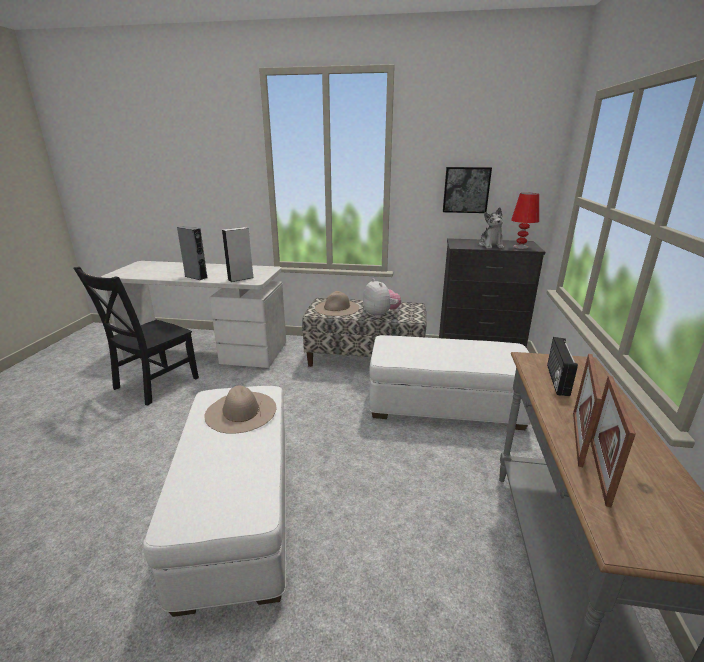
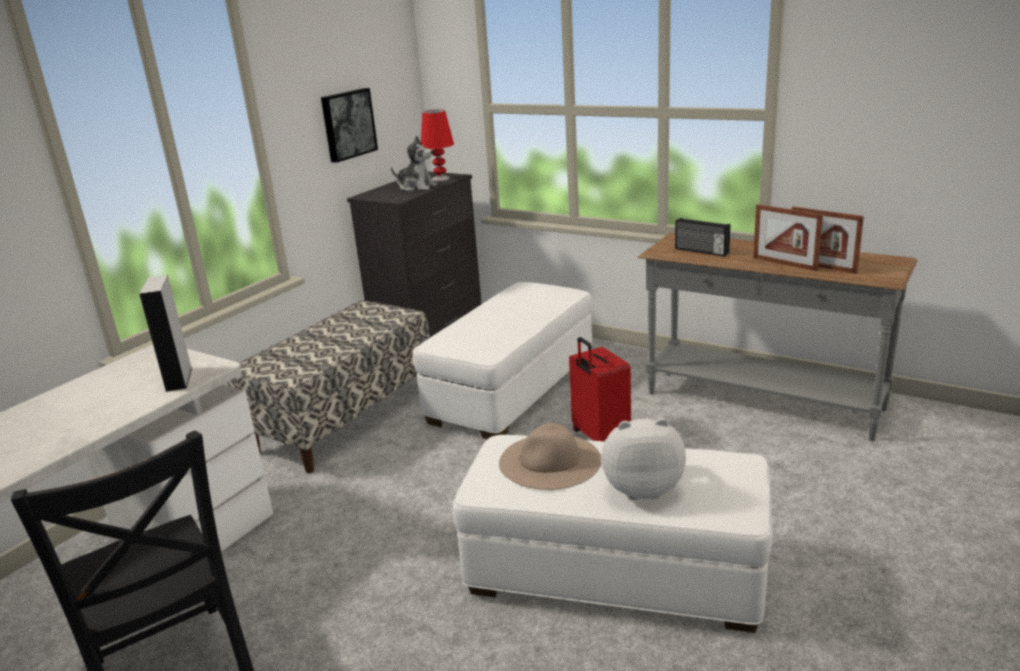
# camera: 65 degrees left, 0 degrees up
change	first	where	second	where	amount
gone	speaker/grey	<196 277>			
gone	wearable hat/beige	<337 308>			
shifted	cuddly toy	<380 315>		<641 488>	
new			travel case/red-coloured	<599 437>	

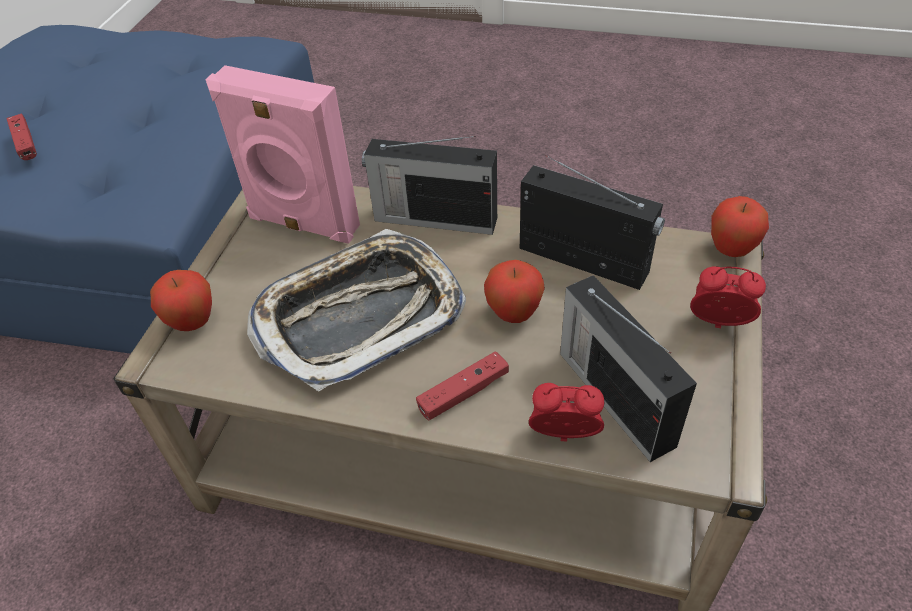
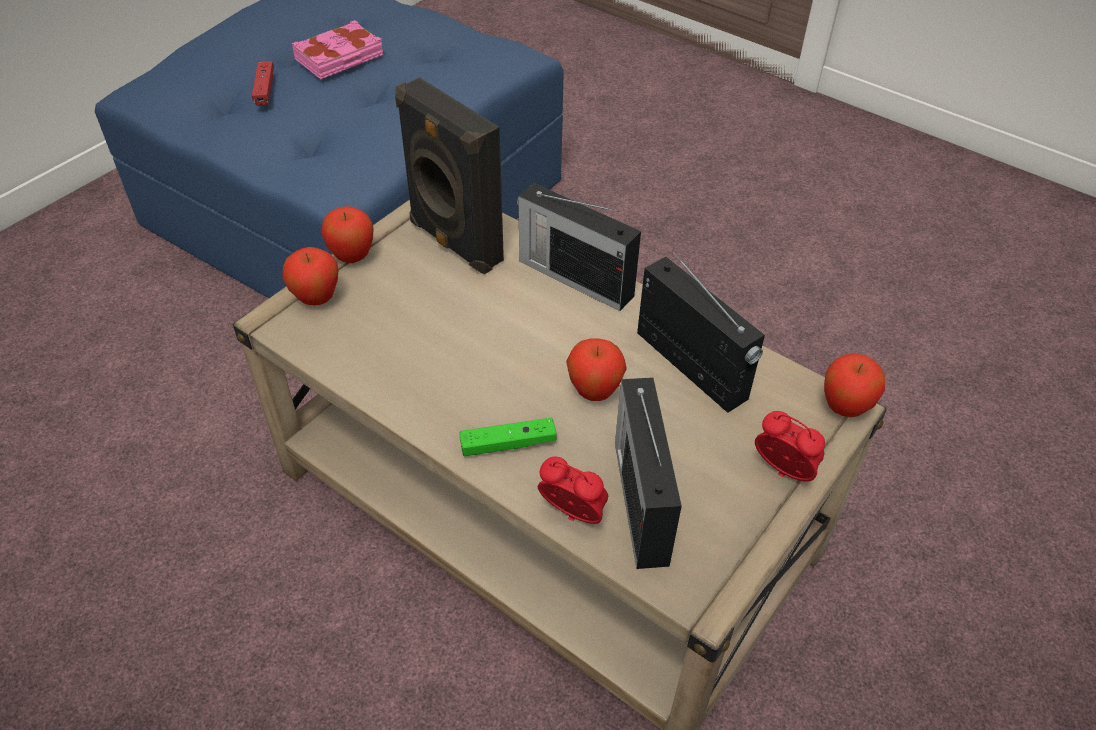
# camera: 20 degrees right, 0 degrees up
change	first	where	second	where	amount
repainted	speaker/pink-coloured	<302 225>	speaker/blackish	<453 243>	
gone	carrying tray	<359 316>			
repainted	gamepad/red-coloured	<463 393>	gamepad/green-coloured	<508 444>	
new			volume/pink-coloured	<340 58>	
new			whole apple	<352 257>	

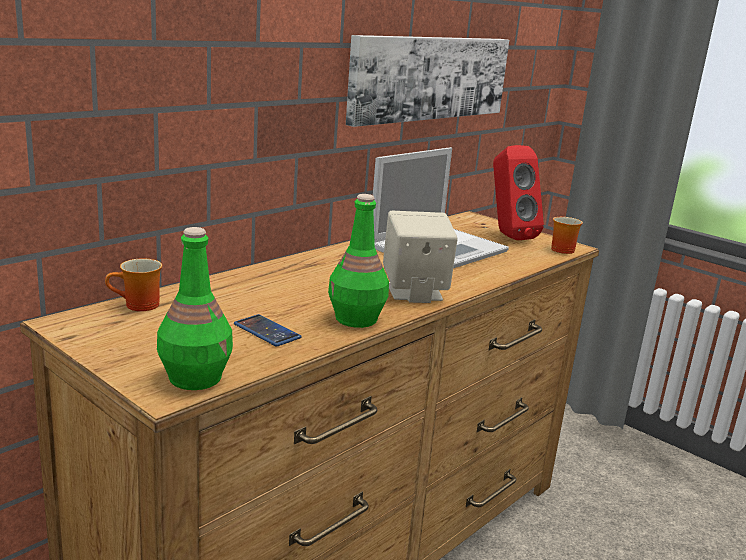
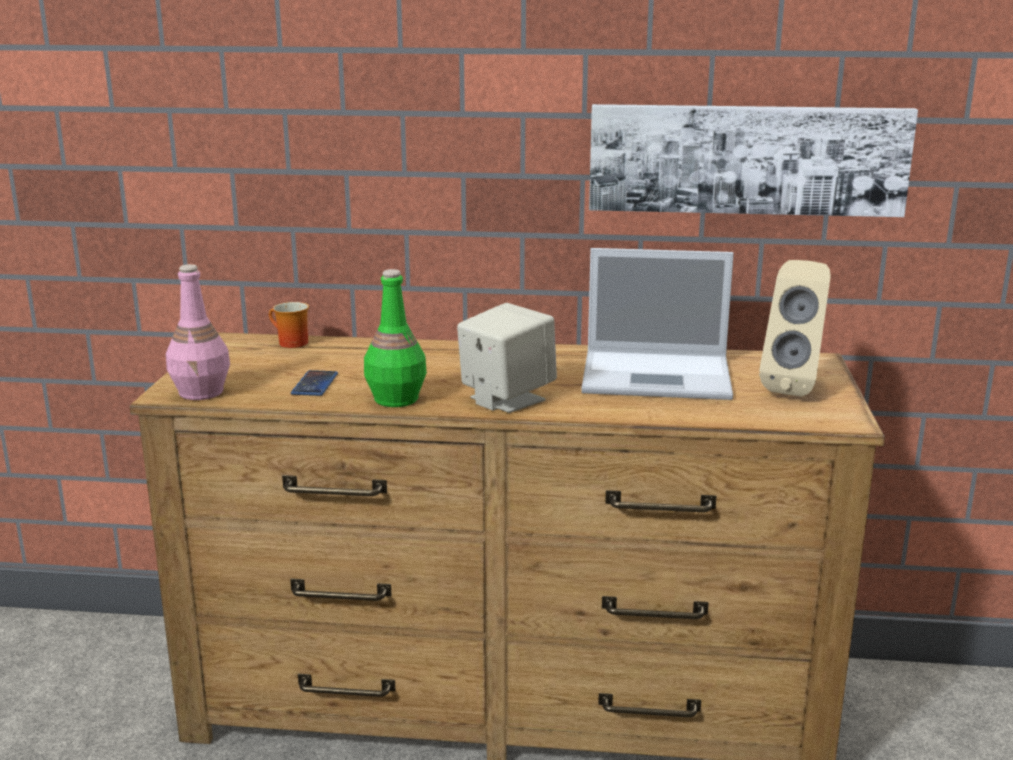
# camera: 55 degrees right, 0 degrees up
change	first	where	second	where	amount
repainted	drink bottle/green-coloured	<195 377>	drink bottle/pink-coloured	<202 392>	
repainted	speaker/red-coloured	<507 235>	speaker/beige	<794 387>	
gone	mug	<561 249>			

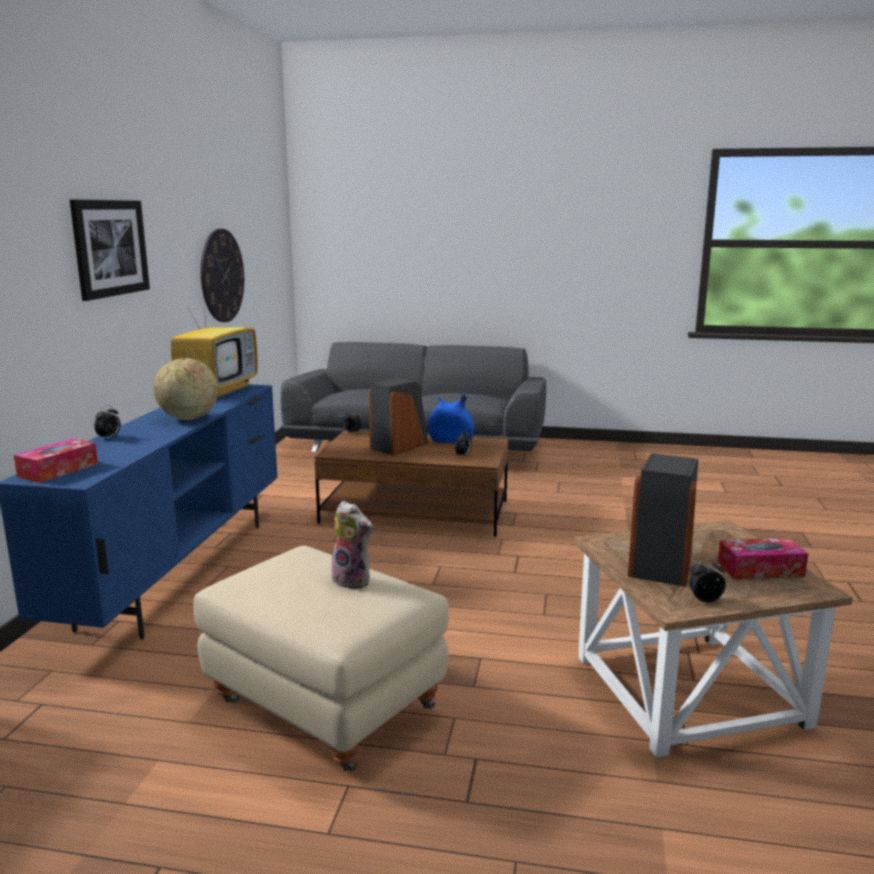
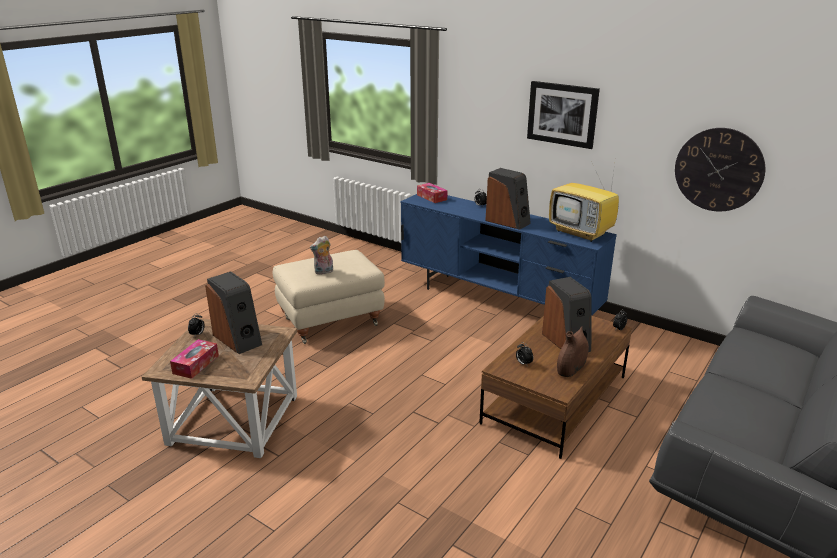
# camera: 115 degrees right, 10 degrees up
change	first	where	second	where	amount
swapped	world globe	<188 418>	speaker	<508 221>	
repainted	decorative vase/blue-coloured	<450 441>	decorative vase/brown	<571 369>	

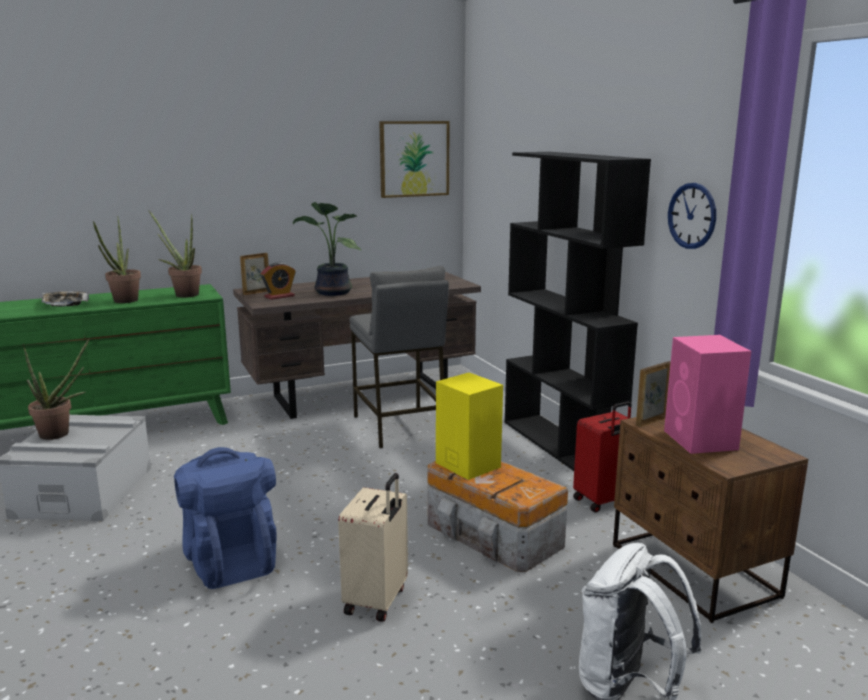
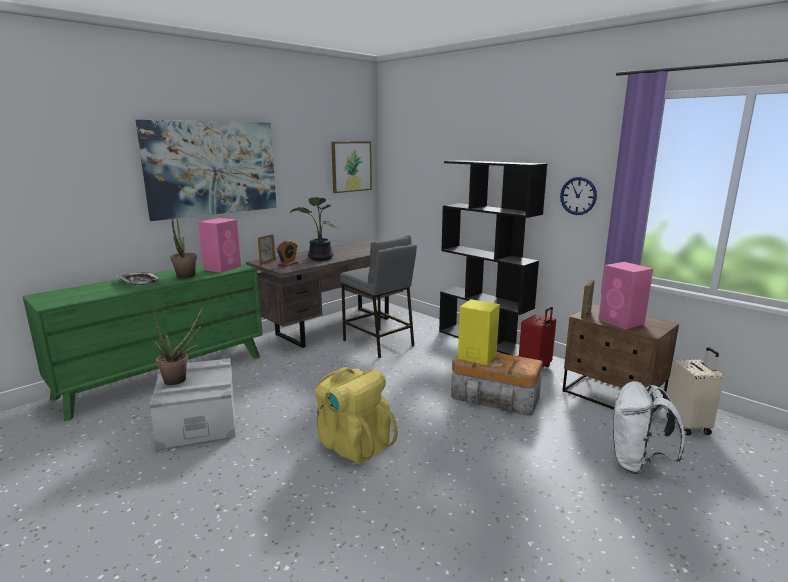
# camera: 20 degrees left, 0 degrees up
change	first	where	second	where	amount
swapped	plant in a pot	<183 294>	speaker/pink-coloured	<223 268>	
repainted	backpack/blue-coloured	<230 560>	backpack/yellow-coloured	<353 444>	
shifted	travel case/beige	<377 601>		<688 425>	
new			wall art	<213 168>	

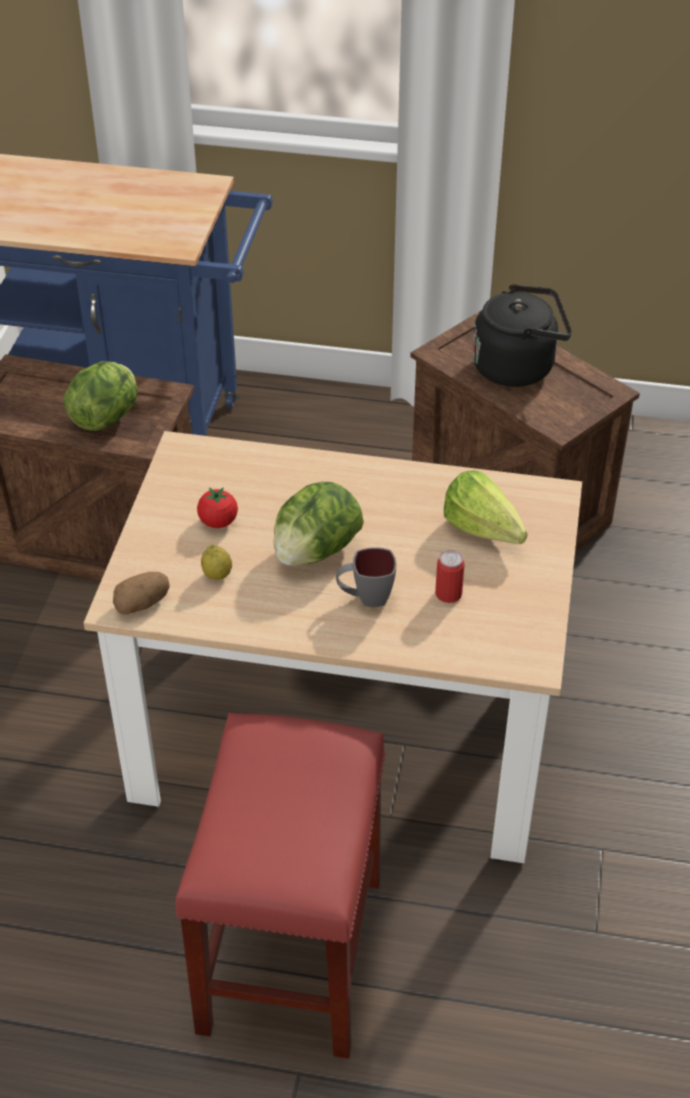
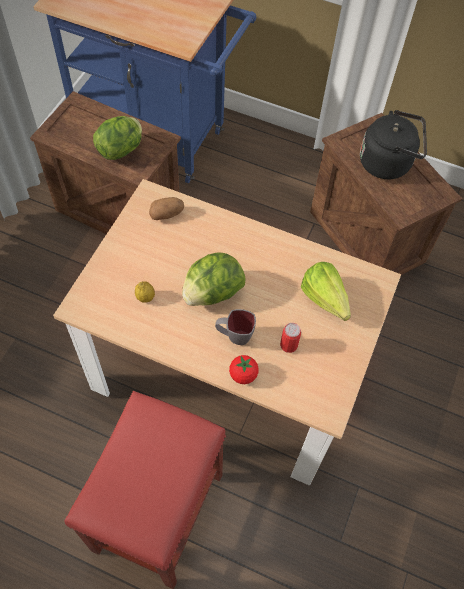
# camera: 10 degrees right, 15 degrees up
change	first	where	second	where	amount
shifted	potato	<142 603>		<167 214>	
shifted	whole tomato	<218 522>		<243 375>	

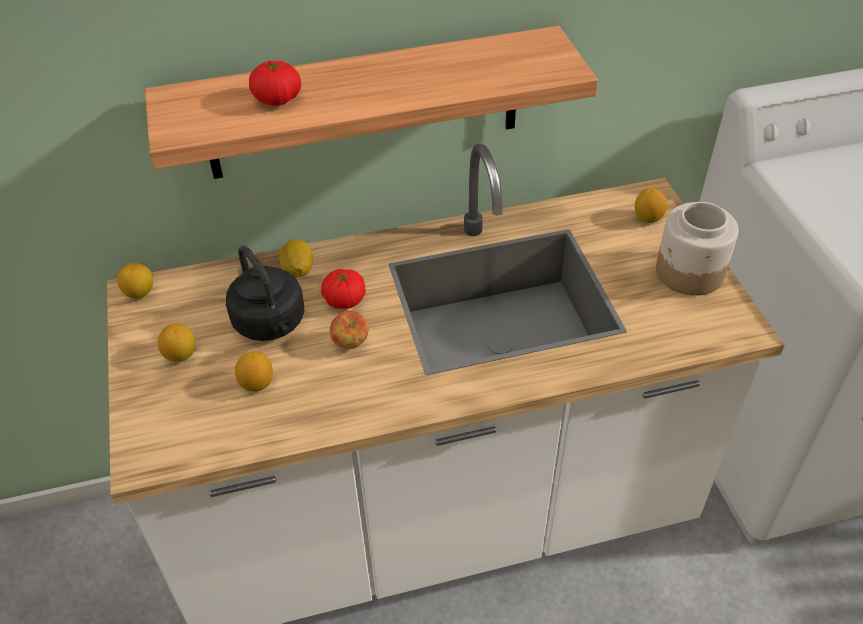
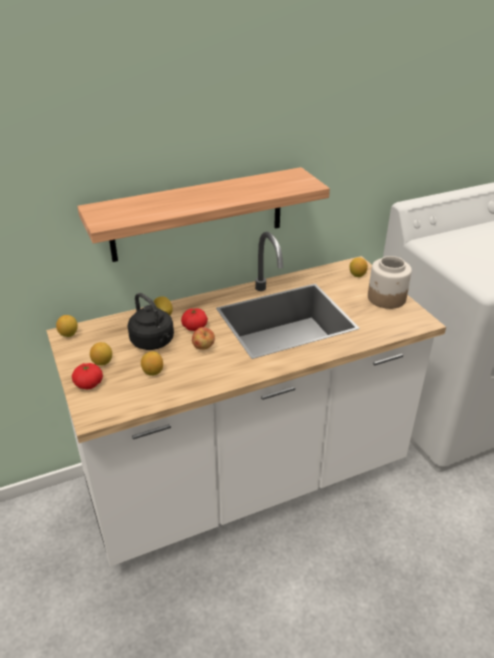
# camera: 10 degrees left, 10 degrees down
change	first	where	second	where	amount
shifted	whole tomato	<277 99>		<89 384>	

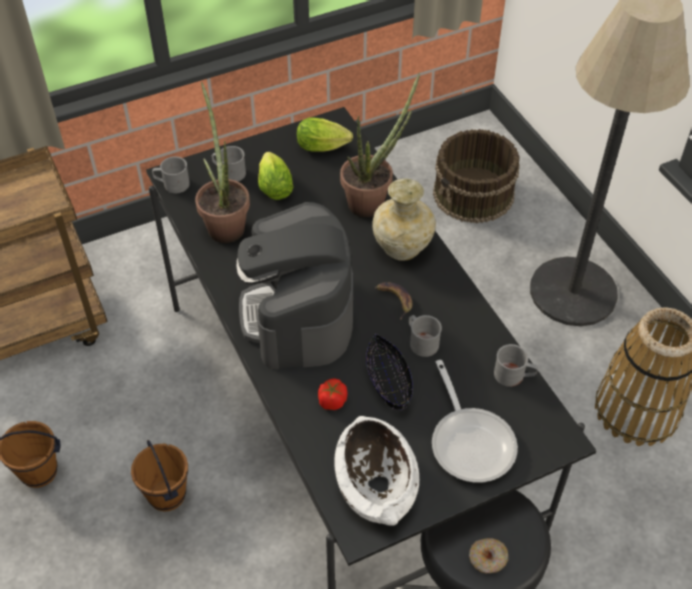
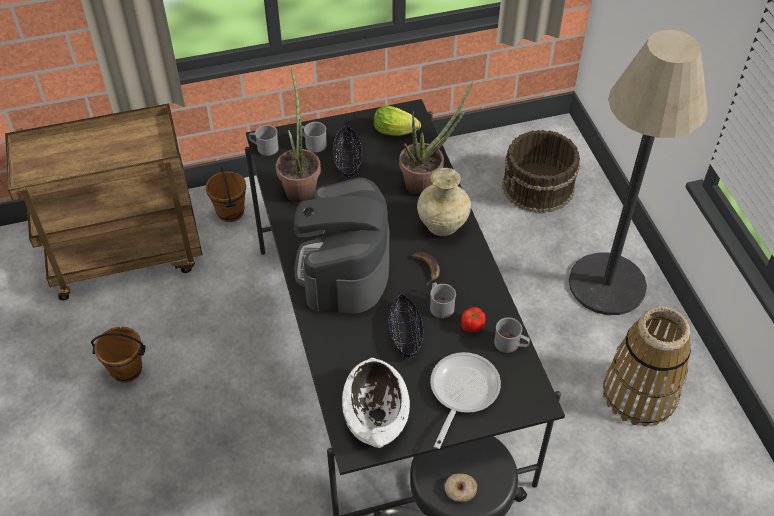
# camera: 10 degrees right, 0 degrees up
change	first	where	second	where	amount
shifted	bucket/brown	<167 495>		<231 212>	
swapped	lettuce	<274 186>	deep dish/blackish	<347 159>	
shifted	whole tomato	<332 401>		<472 325>	
rotated	skillet	<470 441>		<461 392>	150 degrees counterclockwise

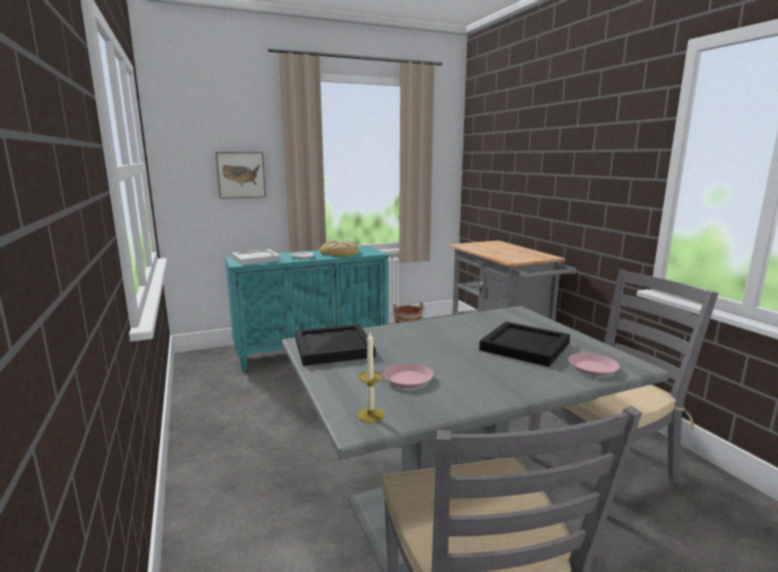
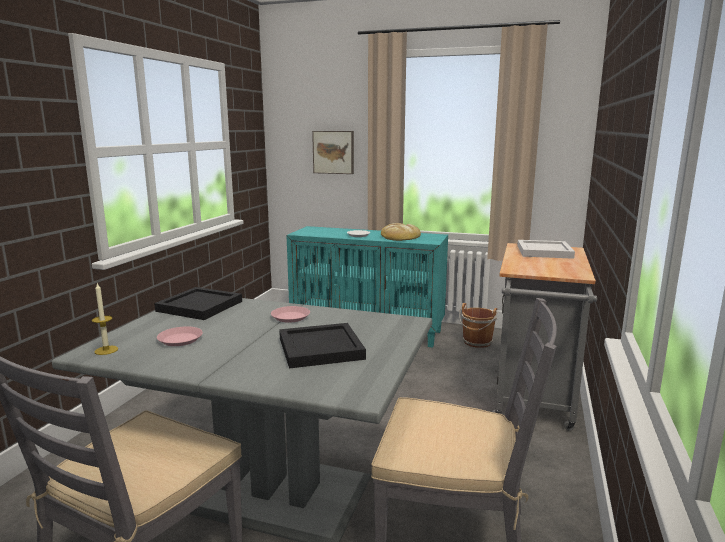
# camera: 40 degrees right, 0 degrees up
change	first	where	second	where	amount
shifted	carrying tray/whitish	<255 259>		<543 252>	
shifted	flat dish/pink-coloured	<593 368>		<290 317>	

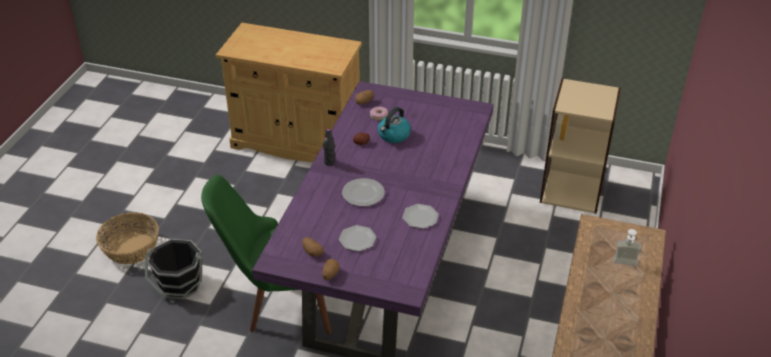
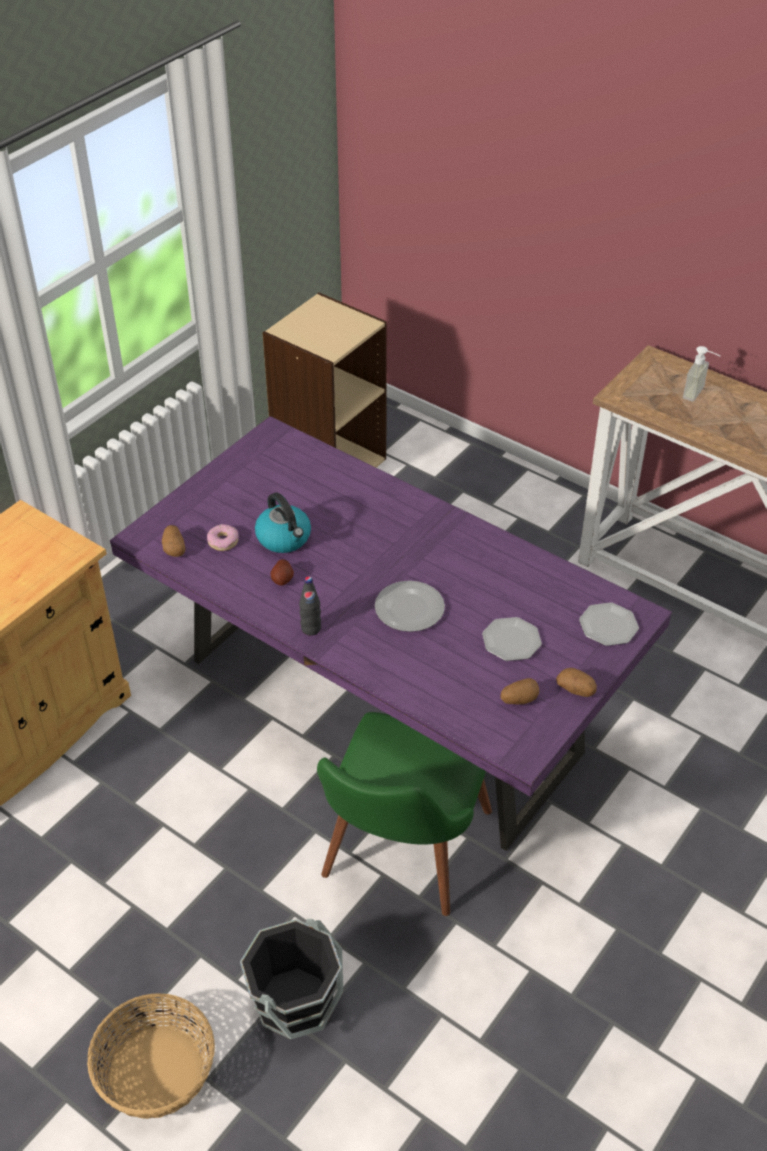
# camera: 70 degrees left, 5 degrees up
change	first	where	second	where	amount
shifted	flat dish	<420 217>		<608 625>	

